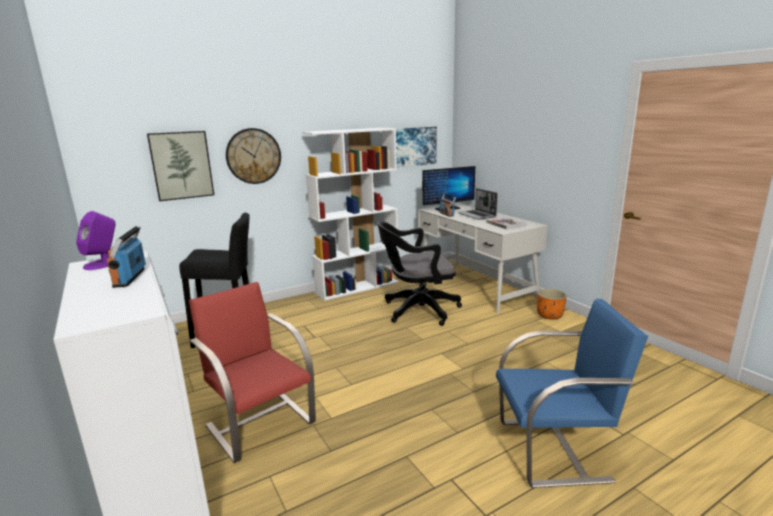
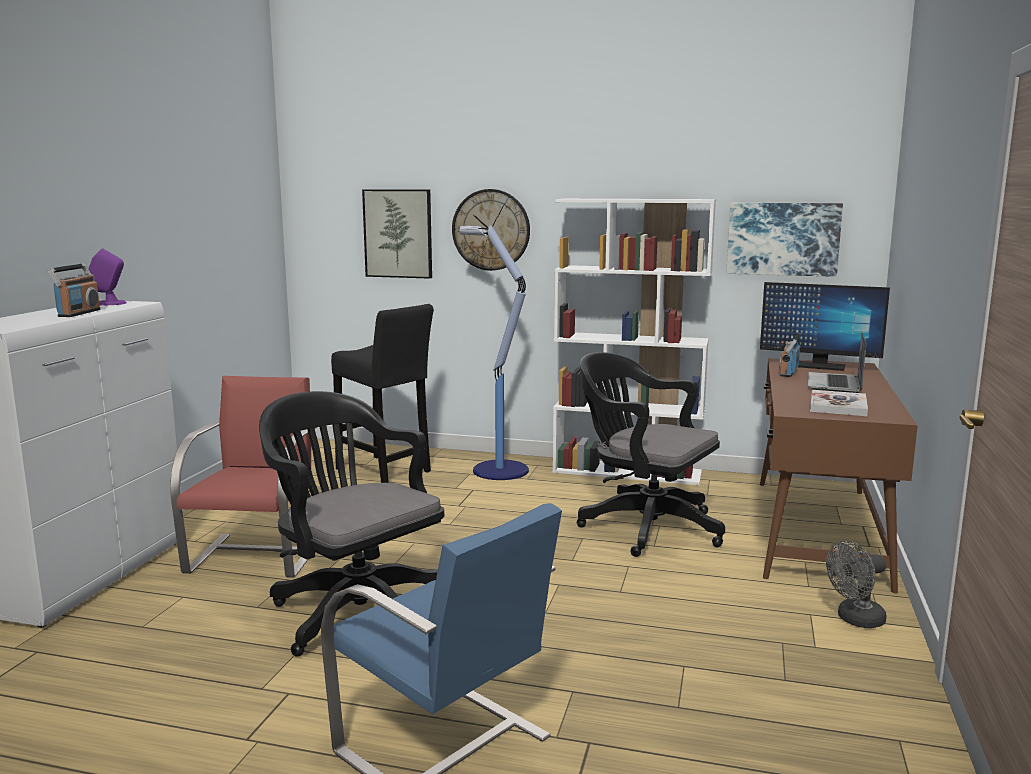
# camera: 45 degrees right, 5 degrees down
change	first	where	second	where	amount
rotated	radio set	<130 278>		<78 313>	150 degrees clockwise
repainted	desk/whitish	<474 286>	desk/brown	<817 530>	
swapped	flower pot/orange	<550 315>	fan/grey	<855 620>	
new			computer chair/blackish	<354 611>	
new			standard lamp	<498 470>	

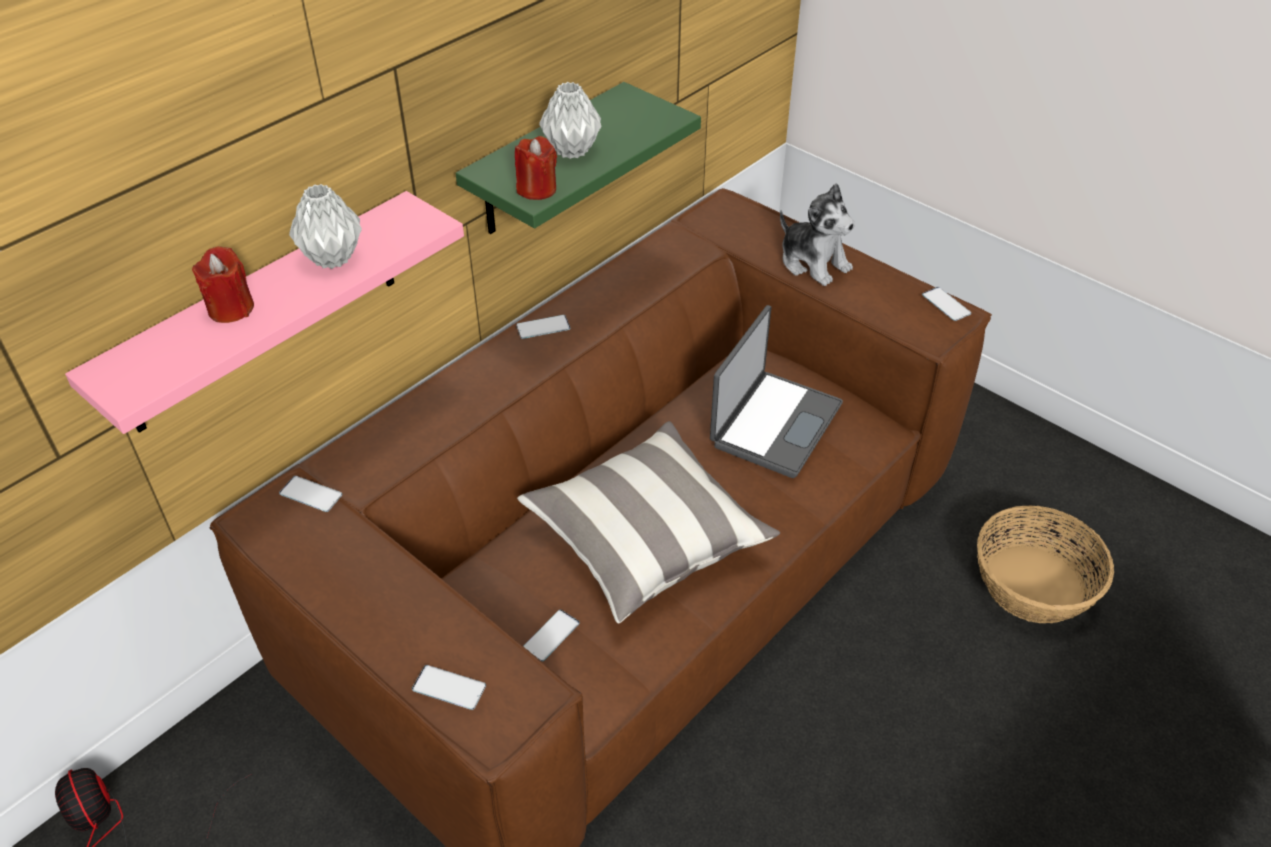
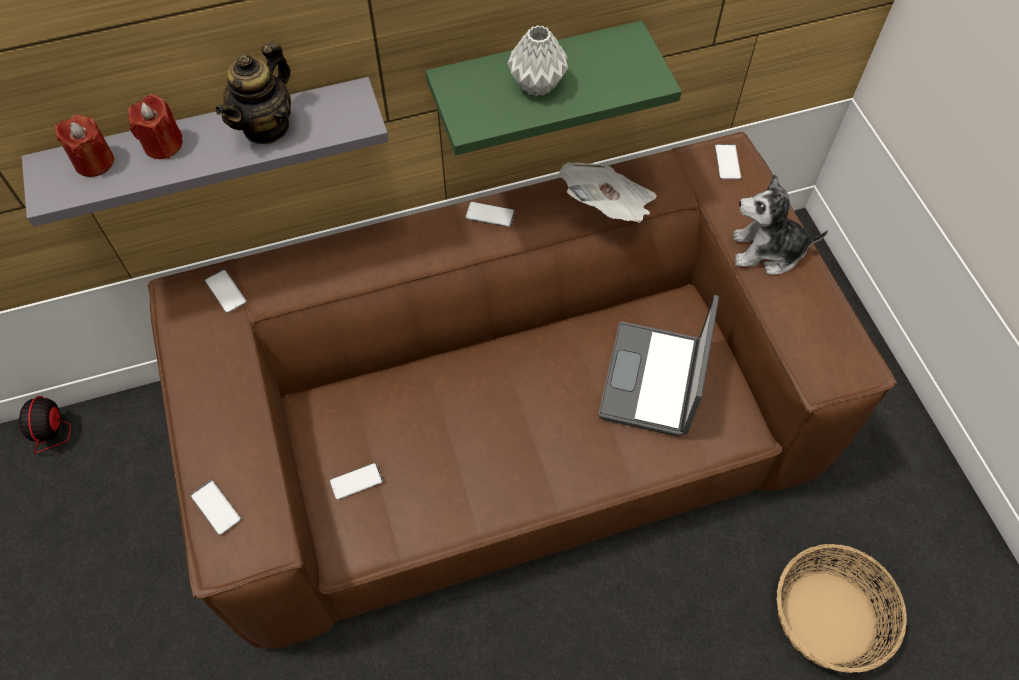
# camera: 30 degrees right, 15 degrees up
change	first	where	second	where	amount
repainted	bracket shelf/pink-coloured	<262 313>	bracket shelf/grey	<211 144>	
swapped	decorative vase/grey	<333 258>	teapot	<266 126>	
shifted	wax light/red-coloured	<537 189>		<94 162>	
gone	throw pillow	<646 538>			
rotated	notebook computer	<774 424>		<654 380>	135 degrees clockwise
rotated	cuddly toy	<813 263>		<767 251>	105 degrees clockwise
shifted	phone	<946 304>		<727 162>	
new			daily paper	<608 207>	

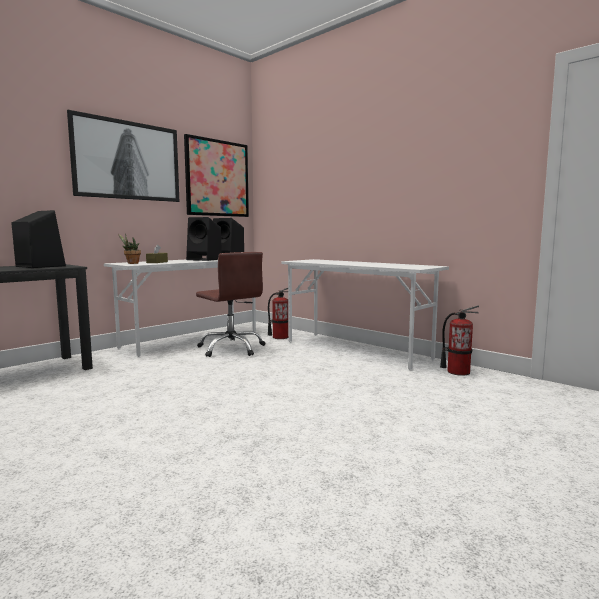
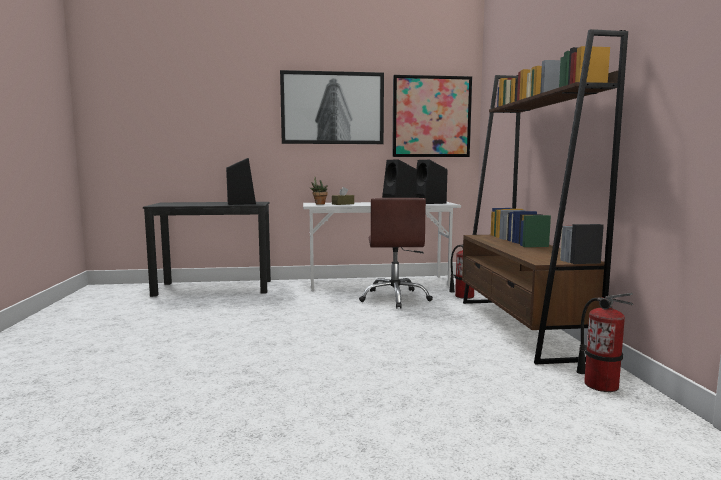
# camera: 40 degrees right, 0 degrees up
change	first	where	second	where	amount
swapped	desk/whitish	<356 350>	bookcase/brown	<520 327>	

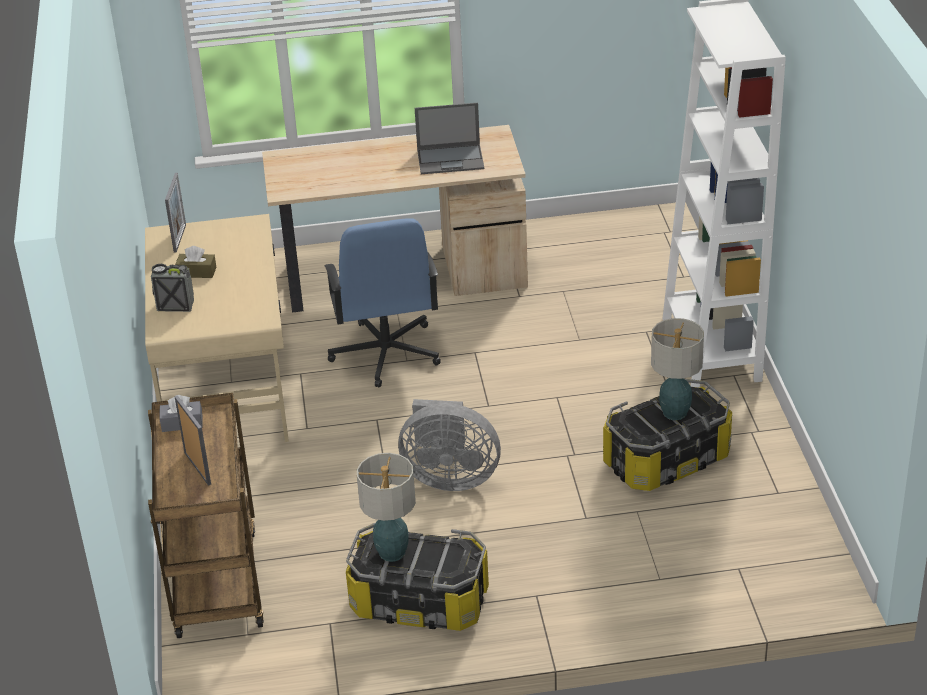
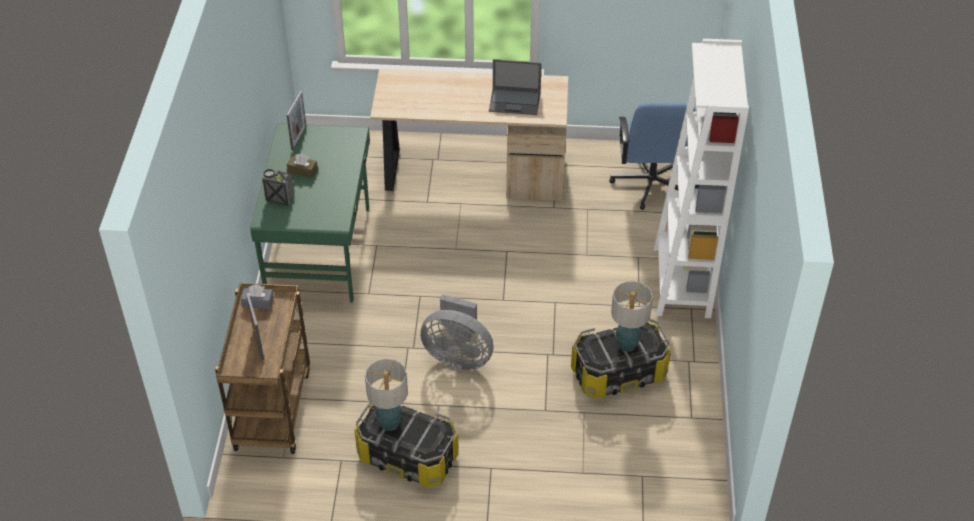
# camera: 10 degrees right, 10 degrees up
change	first	where	second	where	amount
repainted	desk/beige	<226 391>	desk/green-coloured	<320 251>	
shifted	computer chair/blue-coloured	<386 354>		<651 183>	

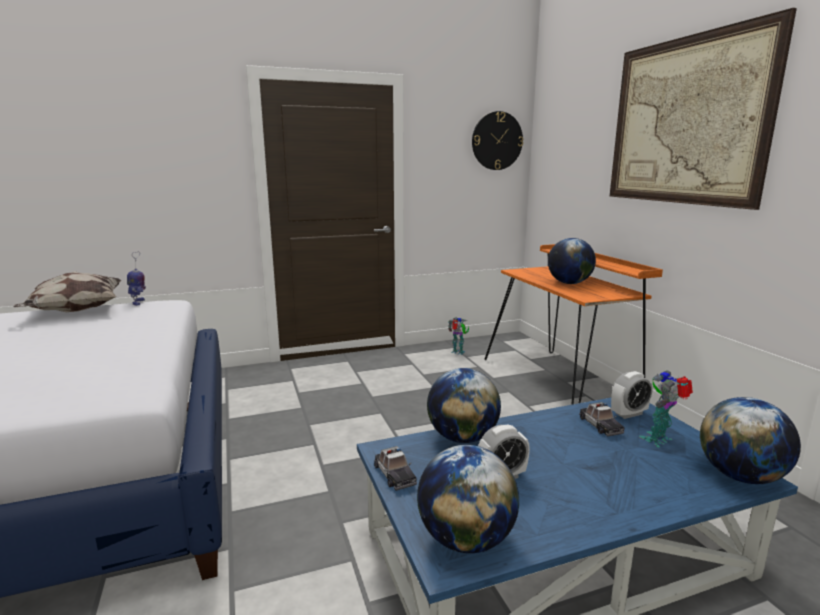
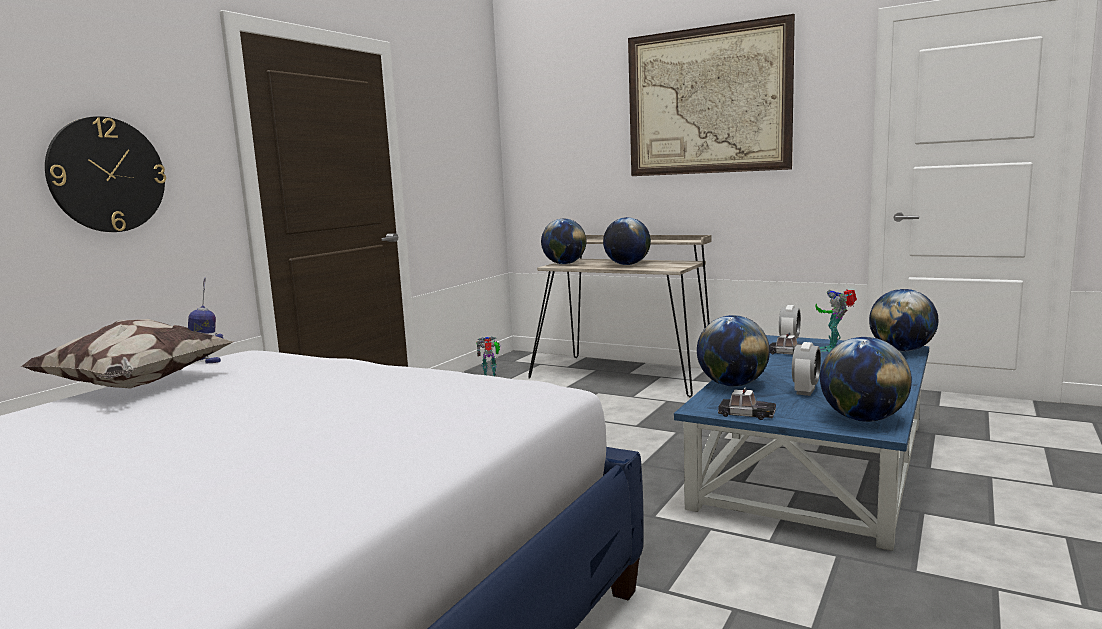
# camera: 40 degrees left, 5 degrees down
change	first	where	second	where	amount
shifted	hanging clock	<497 141>		<107 175>	
repainted	desk/orange	<561 382>	desk/beige	<625 374>	
new			world globe	<564 264>	

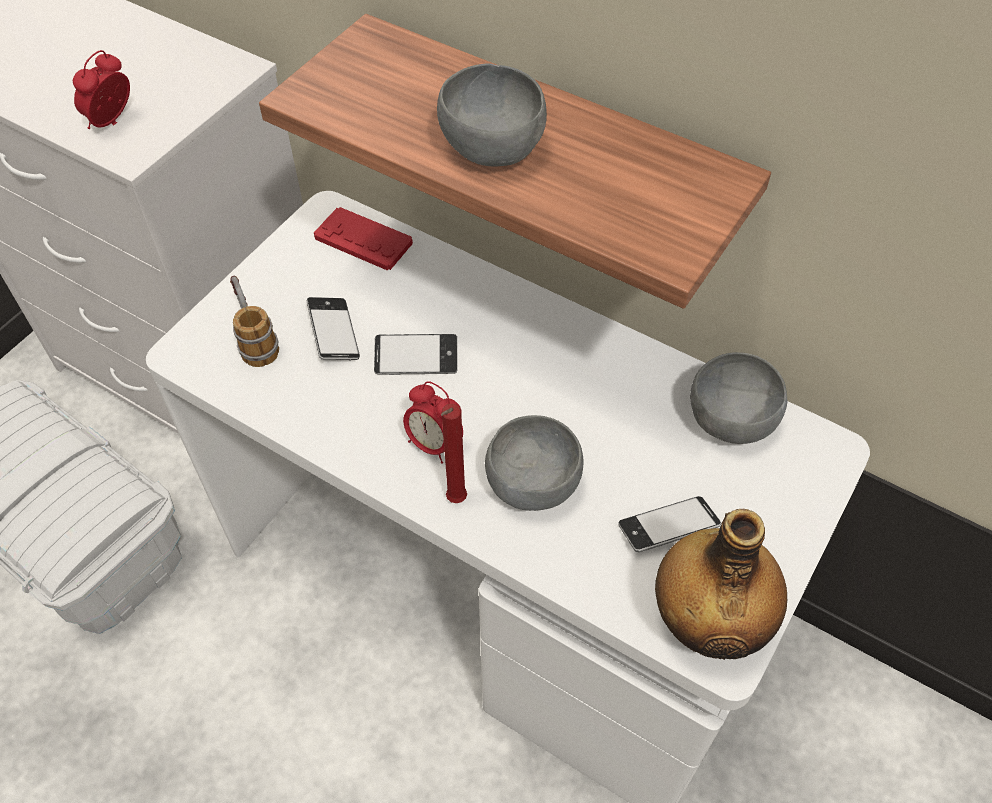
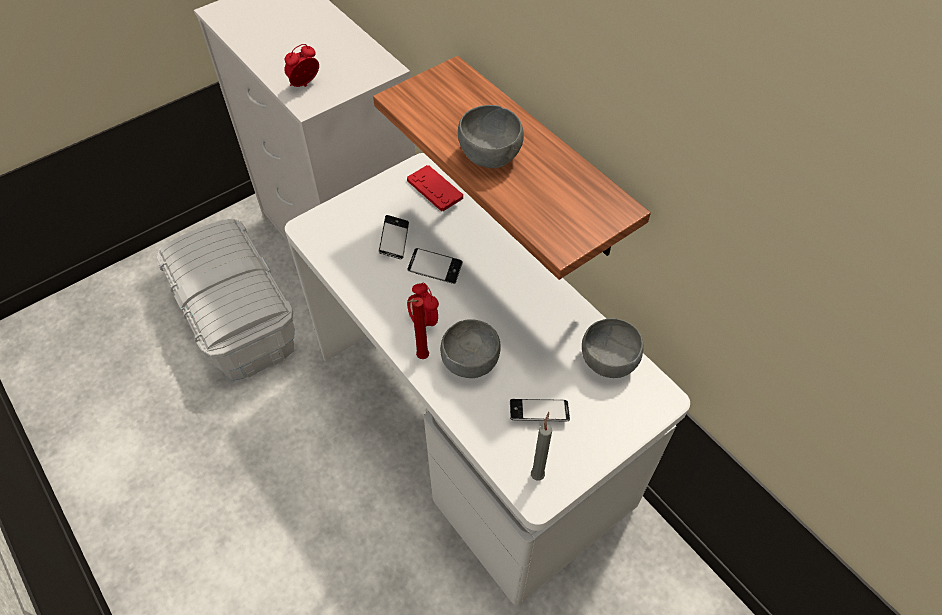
# camera: 20 degrees right, 0 degrees up
change	first	where	second	where	amount
gone	mug	<255 339>			
swapped	drink bottle	<709 621>	wax light/grey	<538 474>	

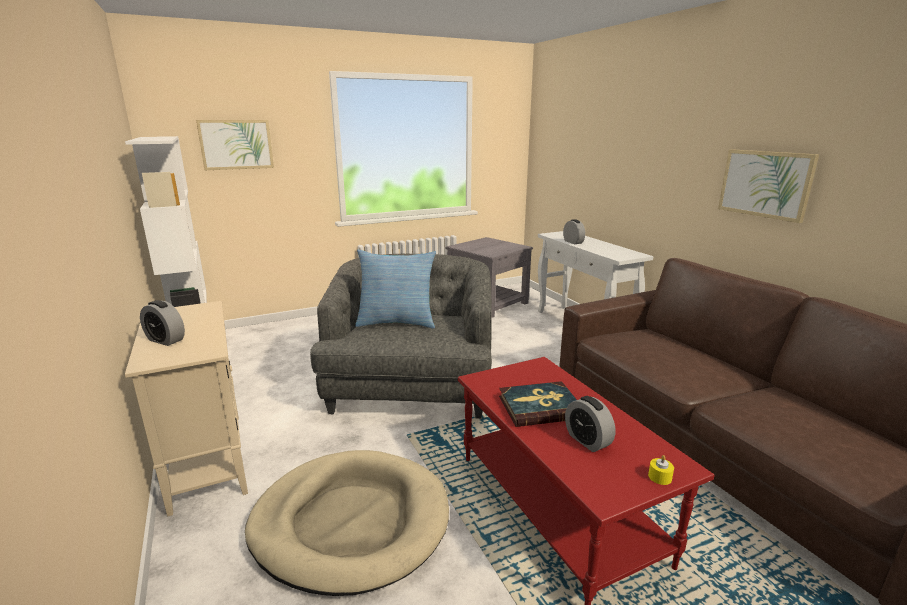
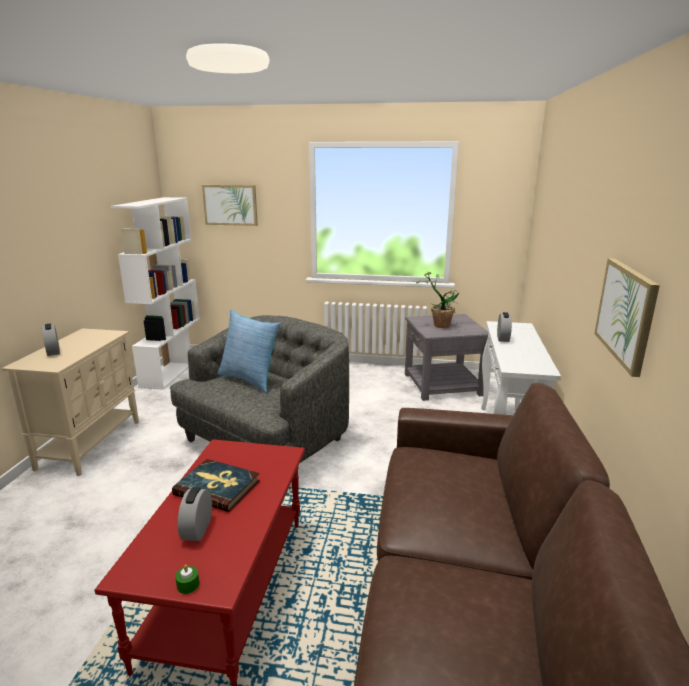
# camera: 35 degrees right, 0 degrees up
change	first	where	second	where	amount
gone	dog bed/beige	<351 522>			
repainted	wax light/yellow-coloured	<660 477>	wax light/green-coloured	<188 585>	
new			plant in a pot	<439 324>	

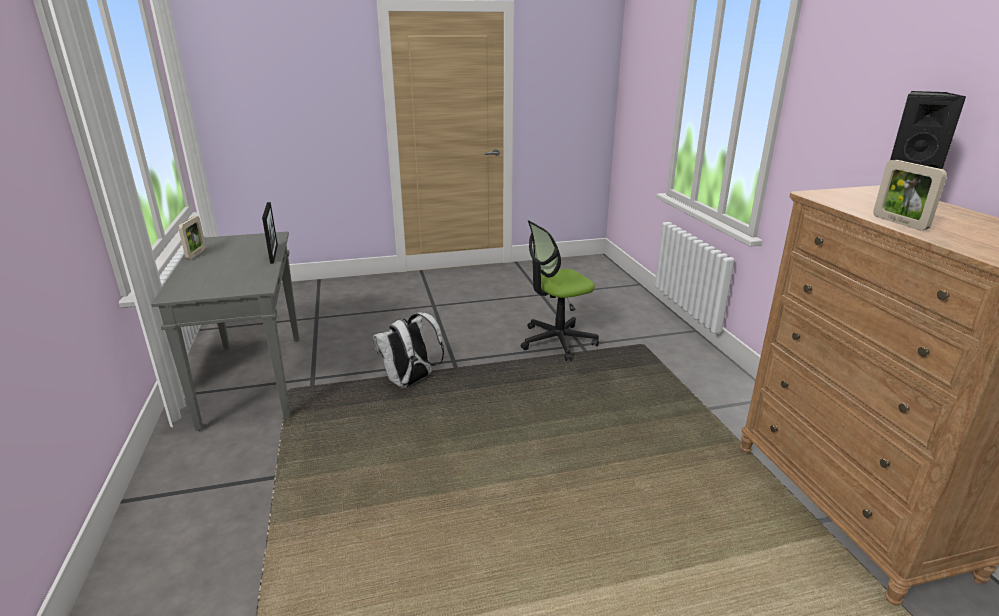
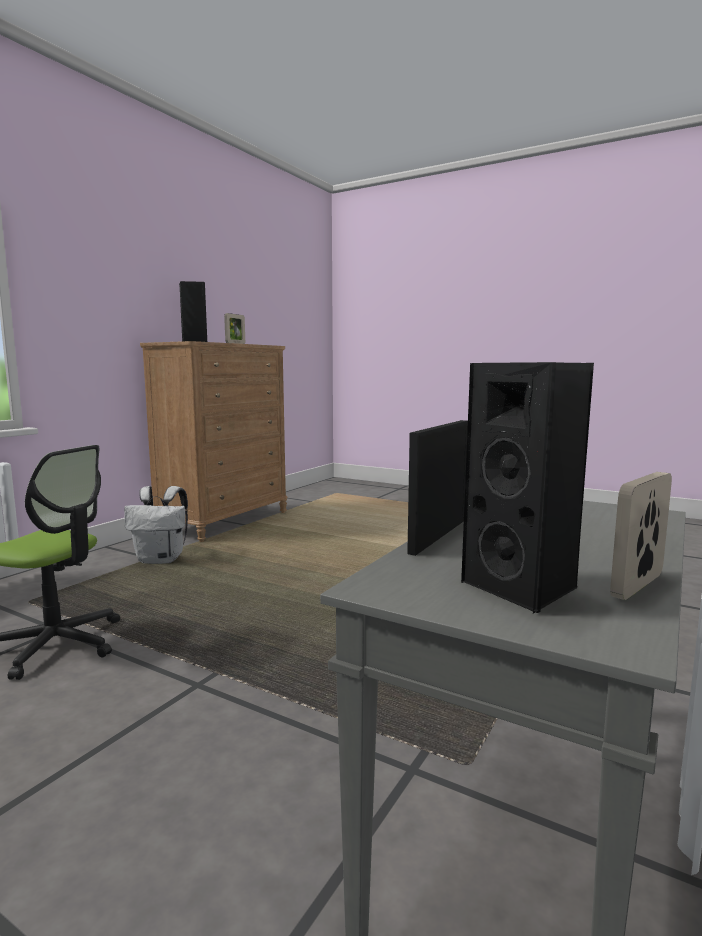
# camera: 135 degrees left, 15 degrees down
change	first	where	second	where	amount
shifted	backpack/whitish	<410 382>		<162 560>	
new			speaker/blackish	<524 588>	

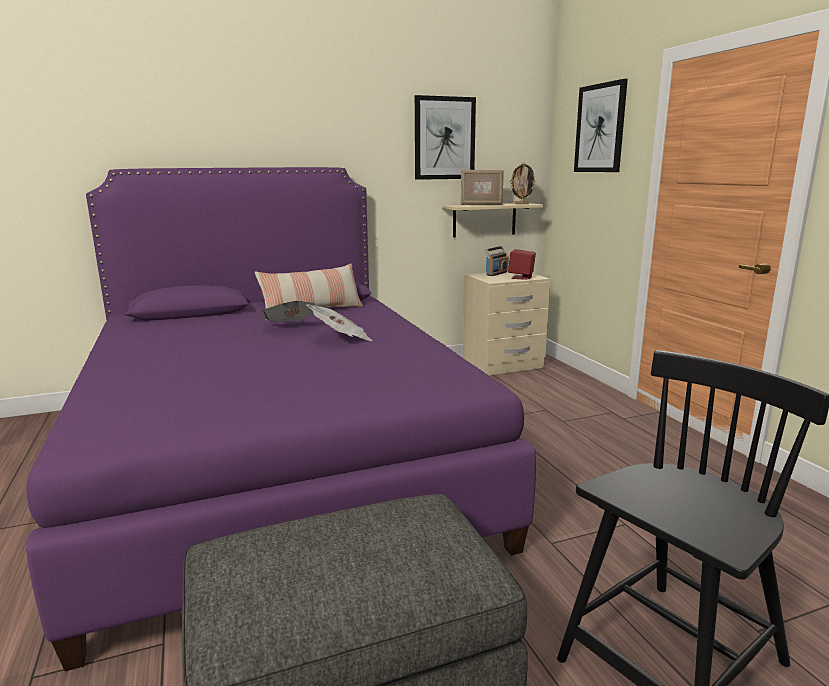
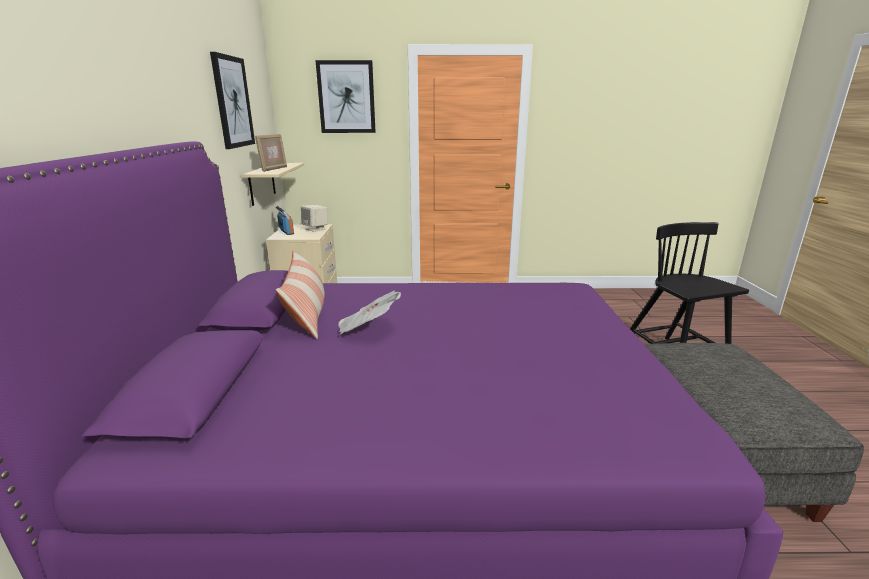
# camera: 70 degrees left, 5 degrees up
change	first	where	second	where	amount
gone	daily paper	<341 339>			
repainted	speaker/red-coloured	<521 277>	speaker/beige	<315 229>	
gone	photo frame	<521 204>			

